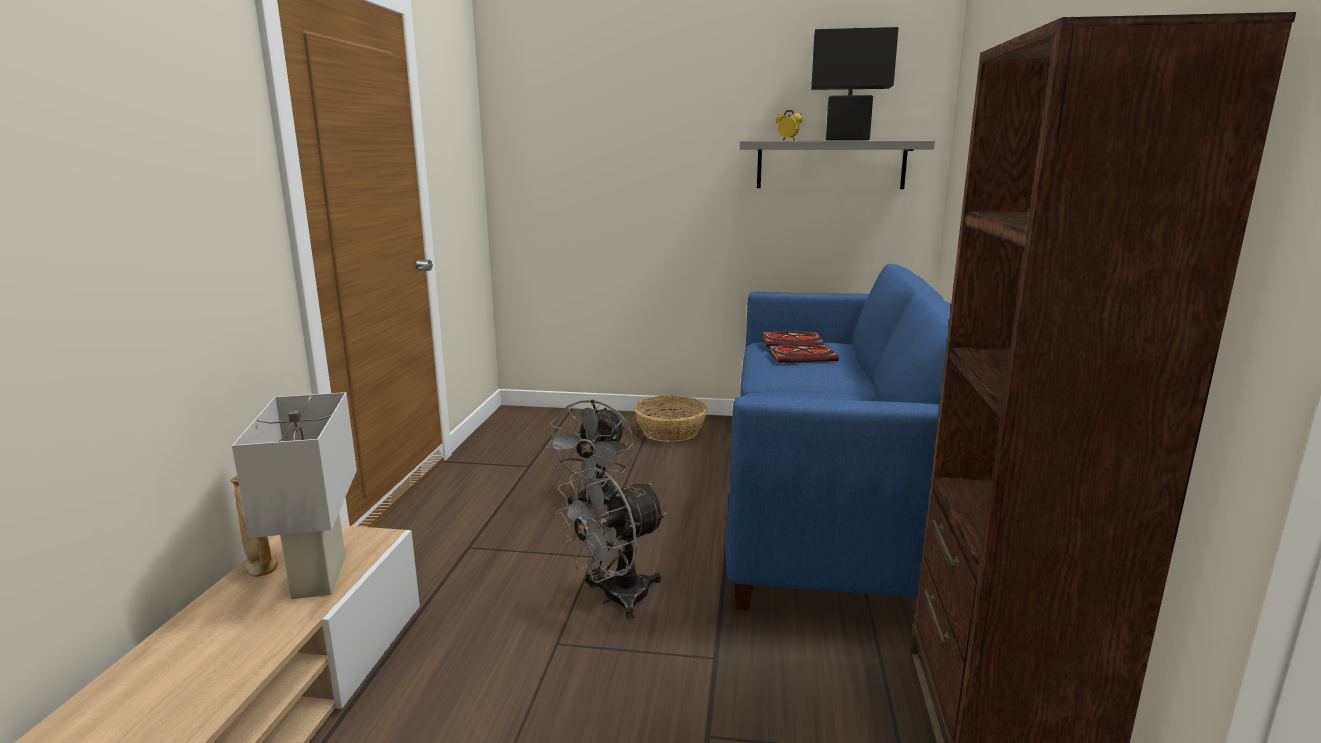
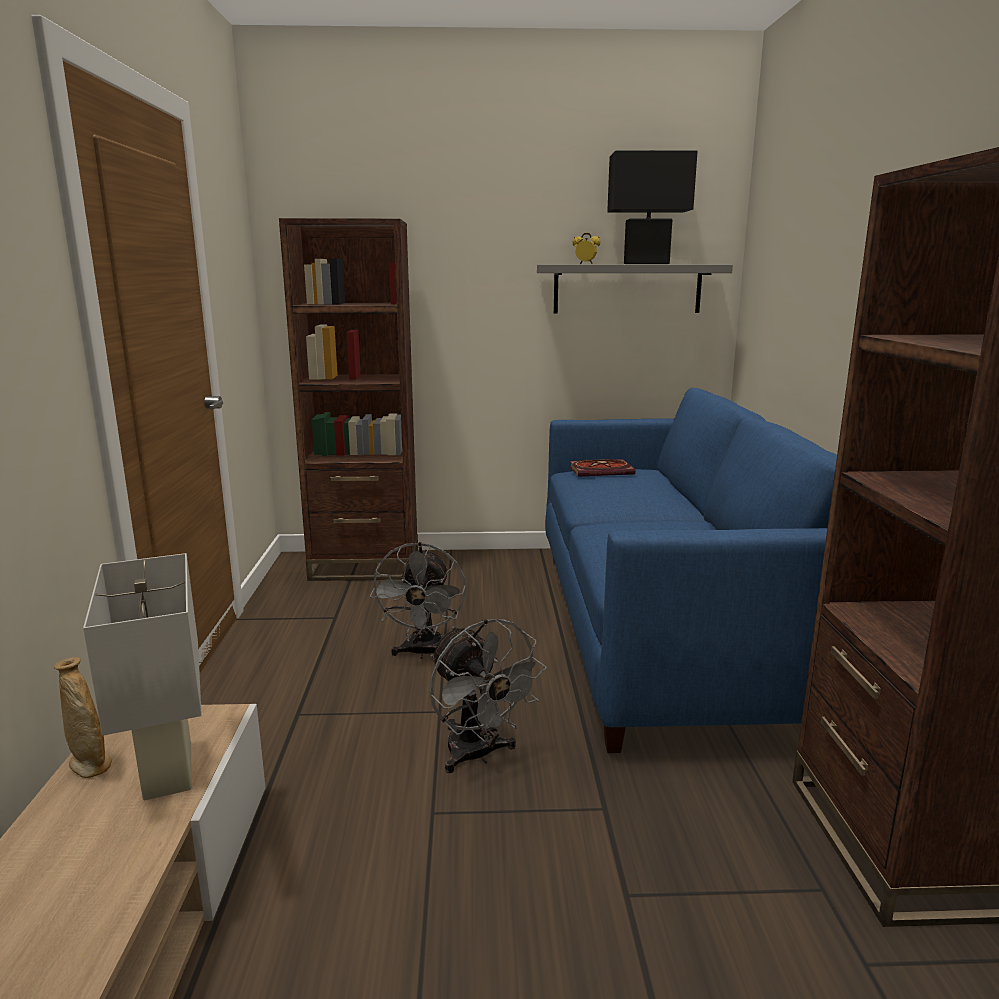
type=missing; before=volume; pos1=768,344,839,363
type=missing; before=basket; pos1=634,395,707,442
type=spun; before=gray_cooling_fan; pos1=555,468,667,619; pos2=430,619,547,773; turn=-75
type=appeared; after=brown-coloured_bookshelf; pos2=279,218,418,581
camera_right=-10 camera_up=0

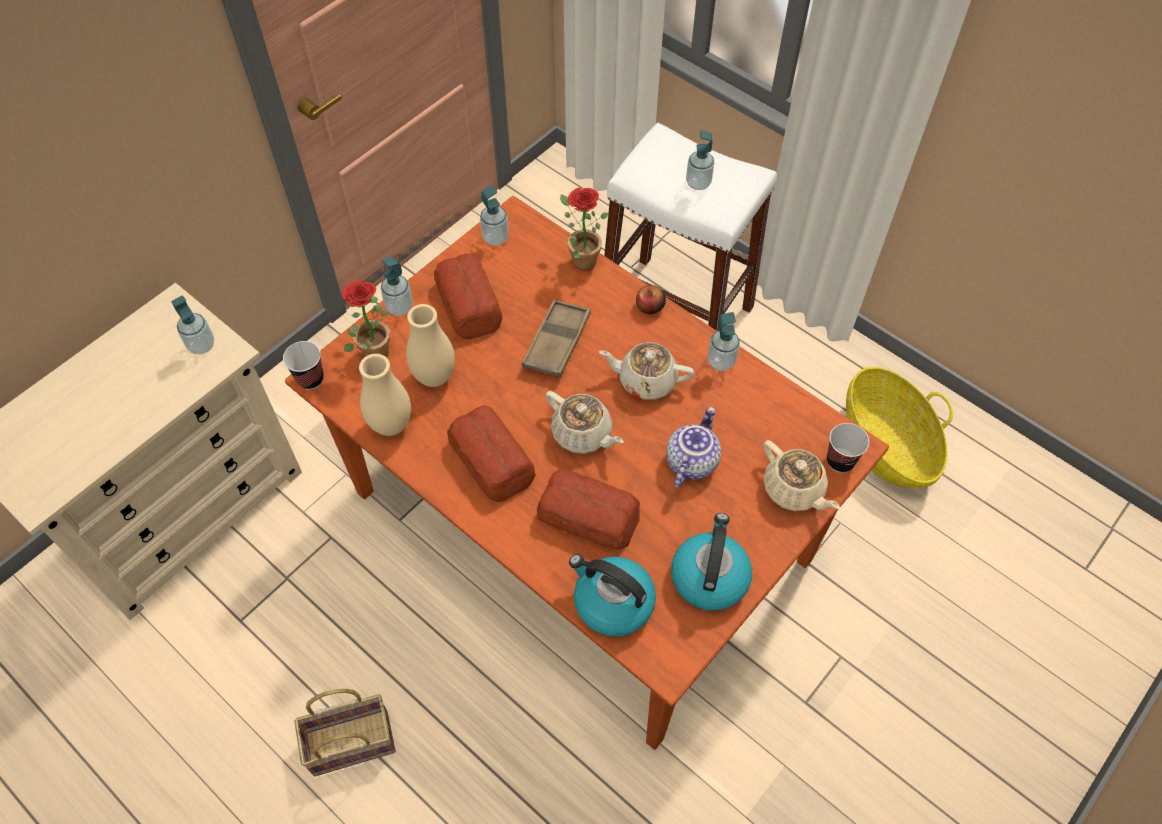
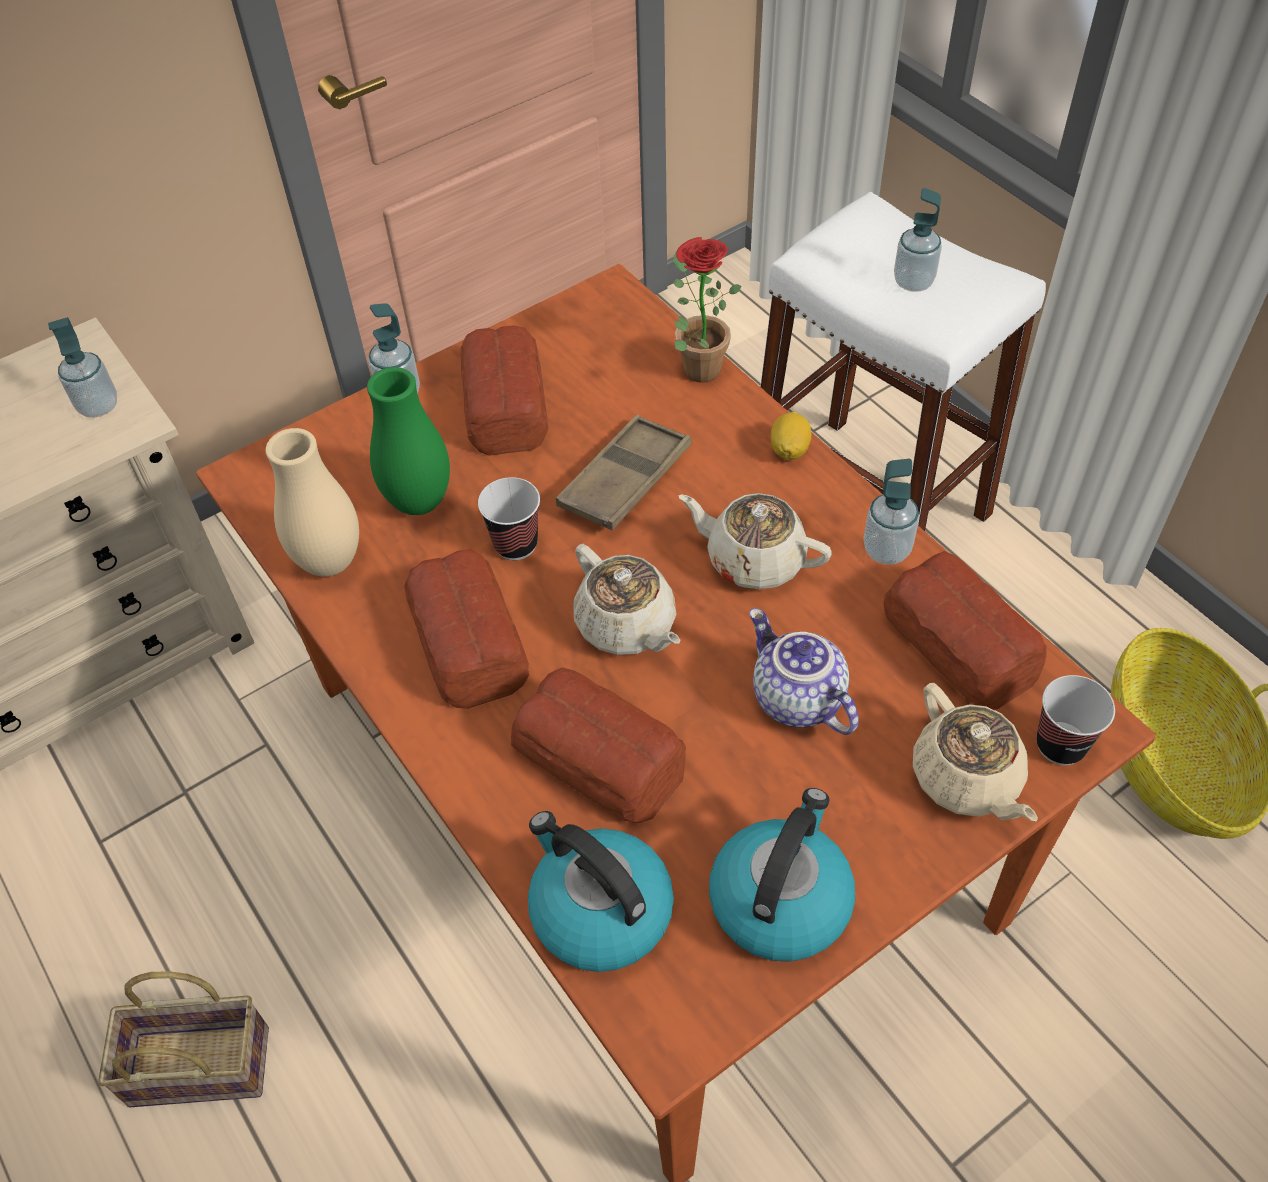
type=missing; before=liquid_soap_bottle; pos1=480,185,509,246
type=missing; before=houseplant; pos1=342,279,390,358
type=exchanged; before=apple_fruit; after=lemon; pos1=636,285,666,314; pos2=771,411,812,459
type=colour; before=beige-coloured_decorative_vase; after=green_decorative_vase; pos1=406,304,455,387; pos2=367,367,450,515
type=relocated; before=small_cup; pos1=283,341,324,390; pos2=478,477,540,560
type=spun; before=tea_pot; pos1=666,407,721,488; pos2=749,608,859,735; turn=-75
type=appeared; after=bakery_bread; pos2=884,551,1047,710
camera_right=15 camera_up=-5

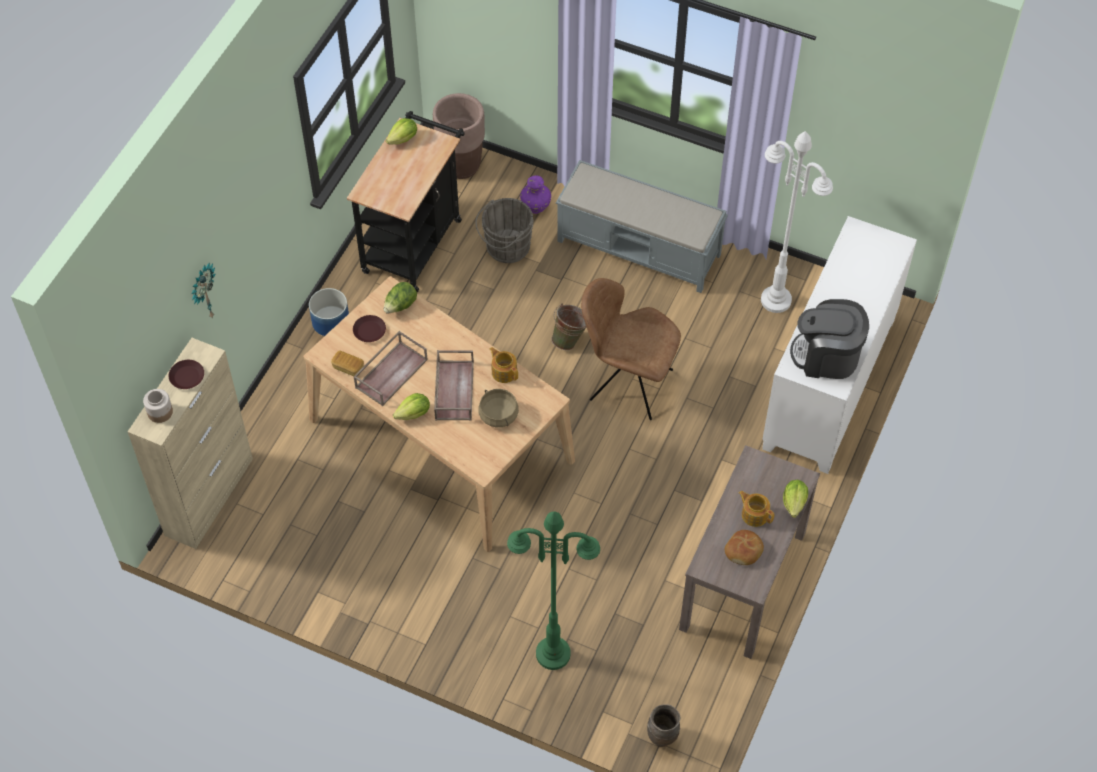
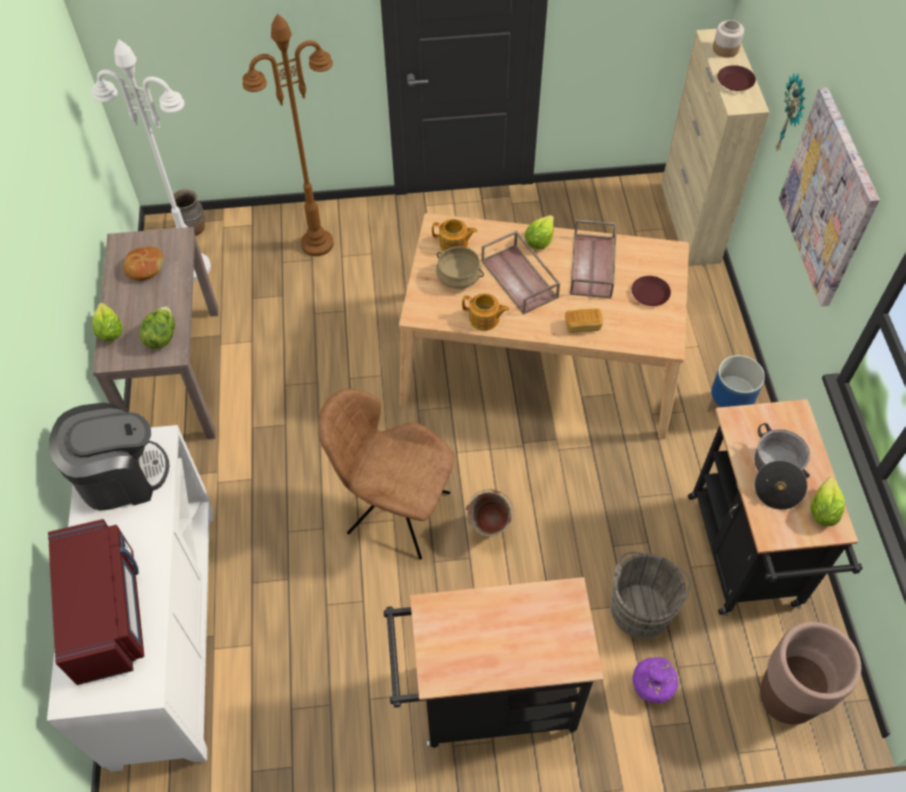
type=relocated; before=white-coloured_standard_lamp; pos1=761,131,833,313; pos2=92,40,211,280
type=exchanged; before=gray_bench; after=black_trolley; pos1=556,160,728,293; pos2=384,577,604,748
type=spun; before=brown-coloured_plain_chair; pos1=581,278,681,420; pos2=318,389,454,560; turn=-150
type=relocated; before=lettuce; pos1=384,282,417,313; pos2=139,306,175,349
type=relocated; before=bakery_bread; pos1=331,351,364,377; pos2=565,308,603,333
type=relocated; before=tea_pot; pos1=739,491,774,527; pos2=432,219,477,251
type=colour; before=green_standard_lamp; after=brown-coloured_standard_lamp; pos1=507,511,600,670; pos2=242,14,334,256
type=appeared; after=wall_picture; pos2=779,88,880,306
type=appeared; after=cooking_pot; pos2=754,423,810,510
type=appeared; after=red-coloured_kitchen_microwave; pos2=48,519,144,685
camera_right=150 camera_up=0

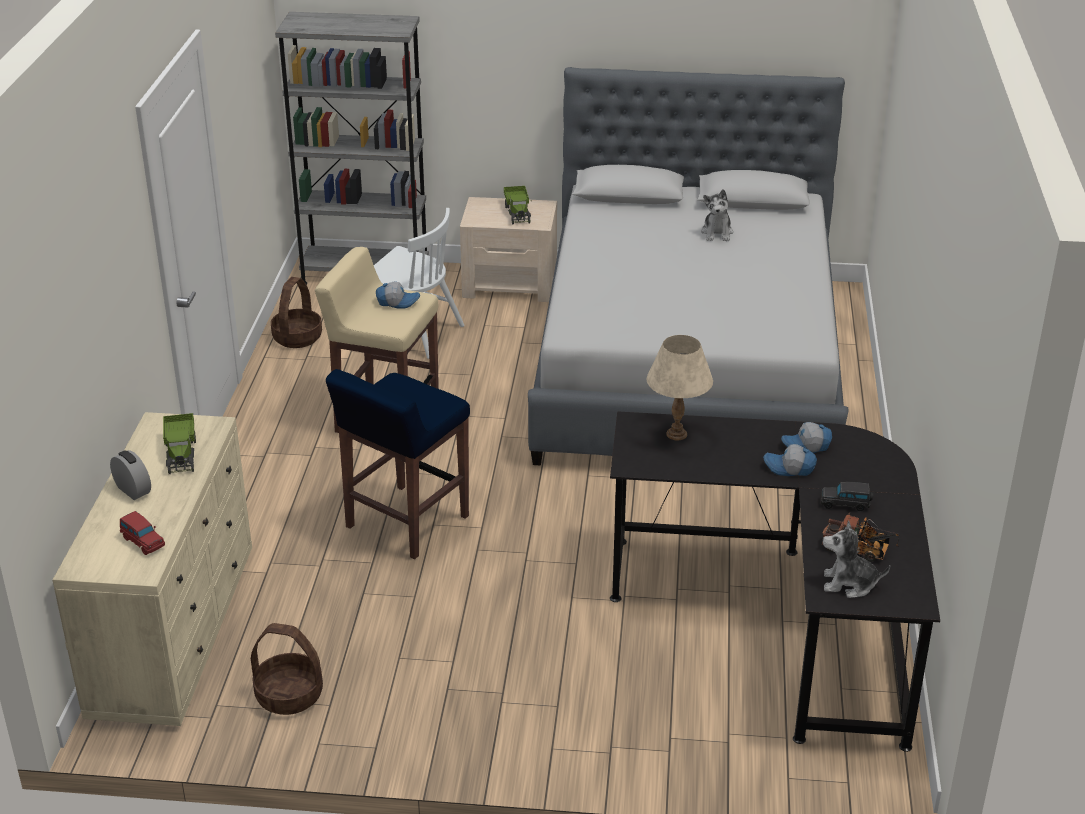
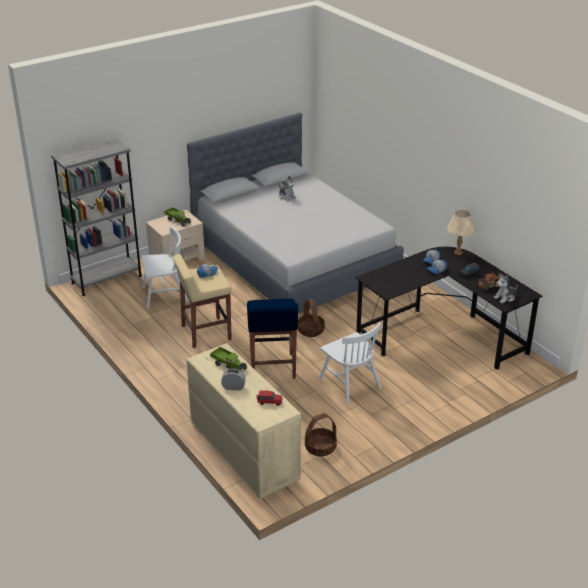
type=relocated; before=basket; pos1=271,277,322,348; pos2=298,299,325,337
type=relocated; before=beige-coloured_lamp_for_a_table; pos1=647,335,713,441; pos2=447,210,475,255
type=appeared; after=white-coloured_plain_chair; pos2=319,322,381,404
camera_right=-40 camera_up=0

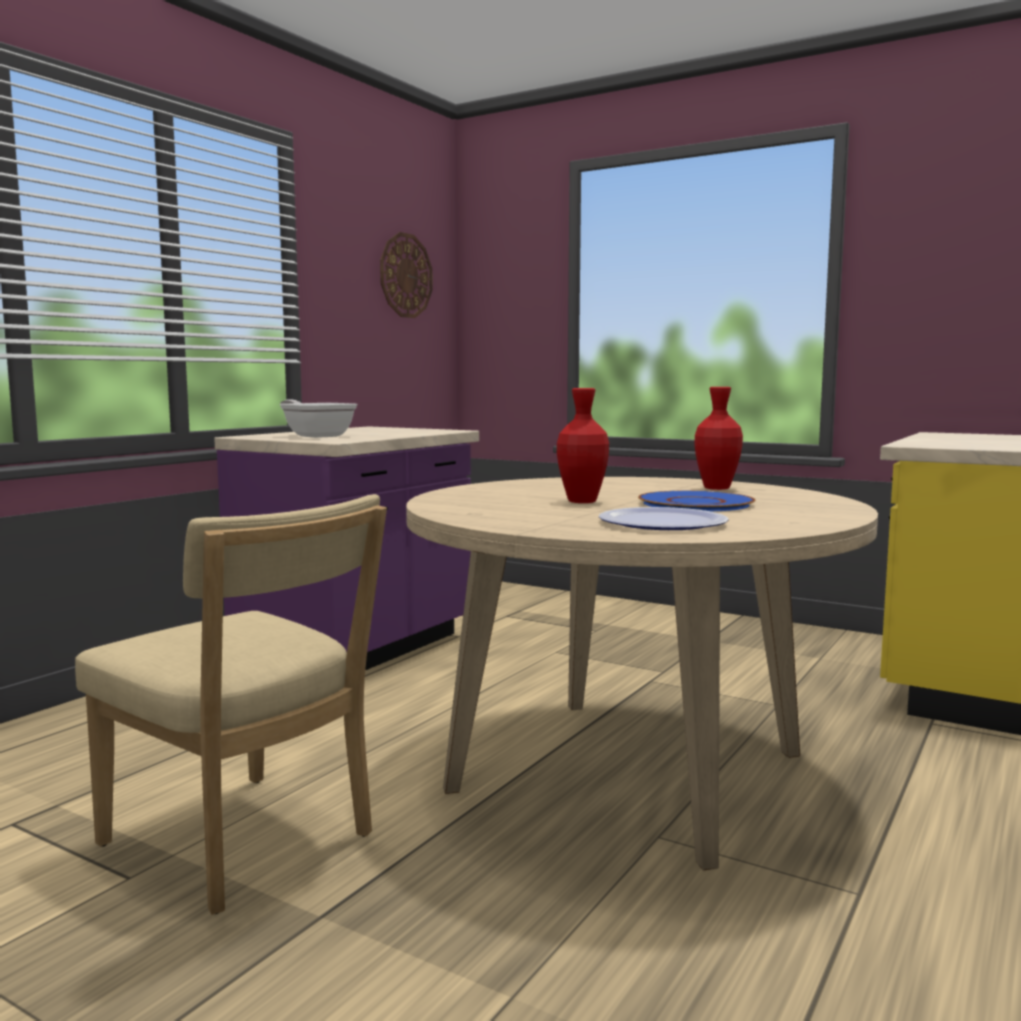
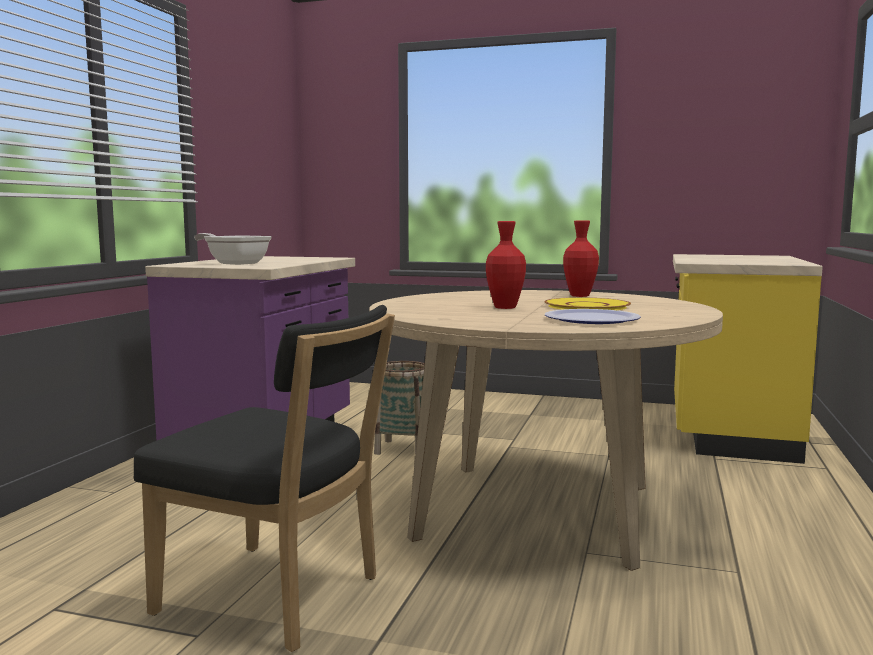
type=missing; before=hanging_clock; pos1=380,232,433,318
type=colour; before=bluish_plate; after=yellow_plate; pos1=638,491,755,511; pos2=544,297,631,310
type=colour; before=beige-coloured_plain_chair; after=black_plain_chair; pos1=75,494,387,915; pos2=134,305,395,652
type=appeared; after=basket; pos2=374,361,425,455
camera_right=-15 camera_up=0

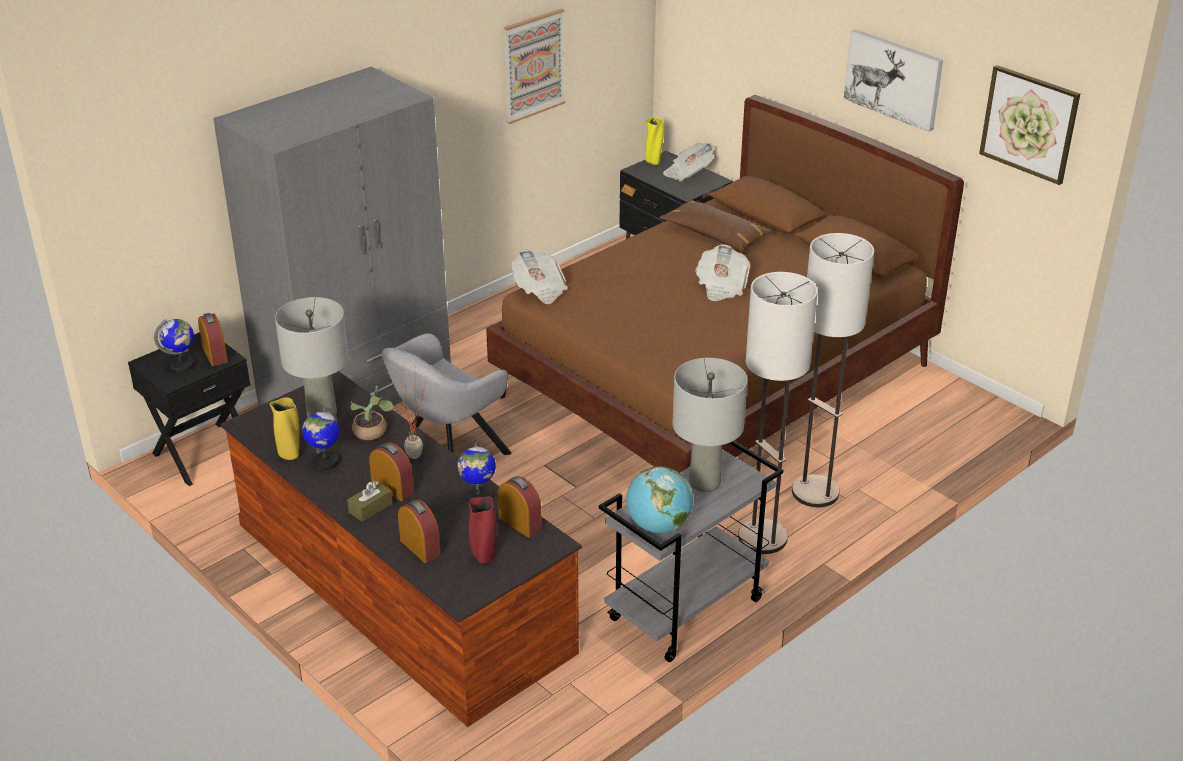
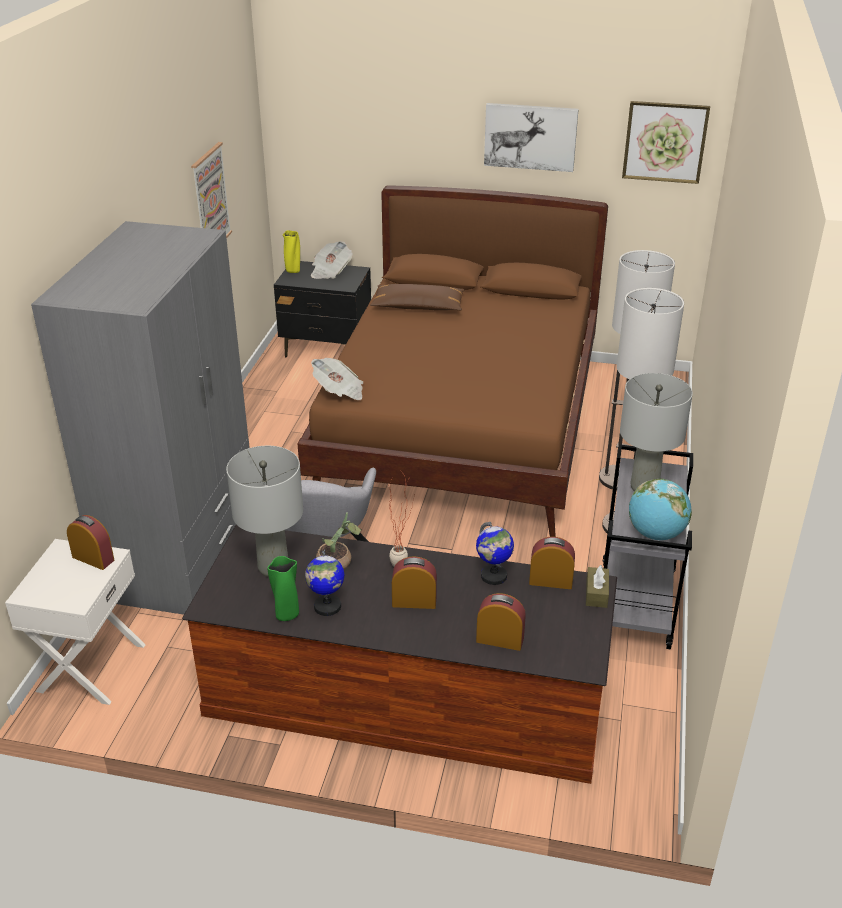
type=missing; before=printed_paper; pos1=695,245,750,301
type=missing; before=world_globe; pos1=154,319,194,372
type=colour; before=black_nightstand; after=white-coloured_nightstand; pos1=128,332,250,486; pos2=5,539,146,705
type=colour; before=yellow_decorative_vase; after=green_decorative_vase; pos1=270,397,299,460; pos2=268,556,299,621
type=relocated; before=brown-coloured_box_of_tissues; pos1=347,481,393,522; pos2=586,565,609,608
type=missing; before=red-coloured_decorative_vase; pos1=468,497,497,564
camera_right=-35 camera_up=0

